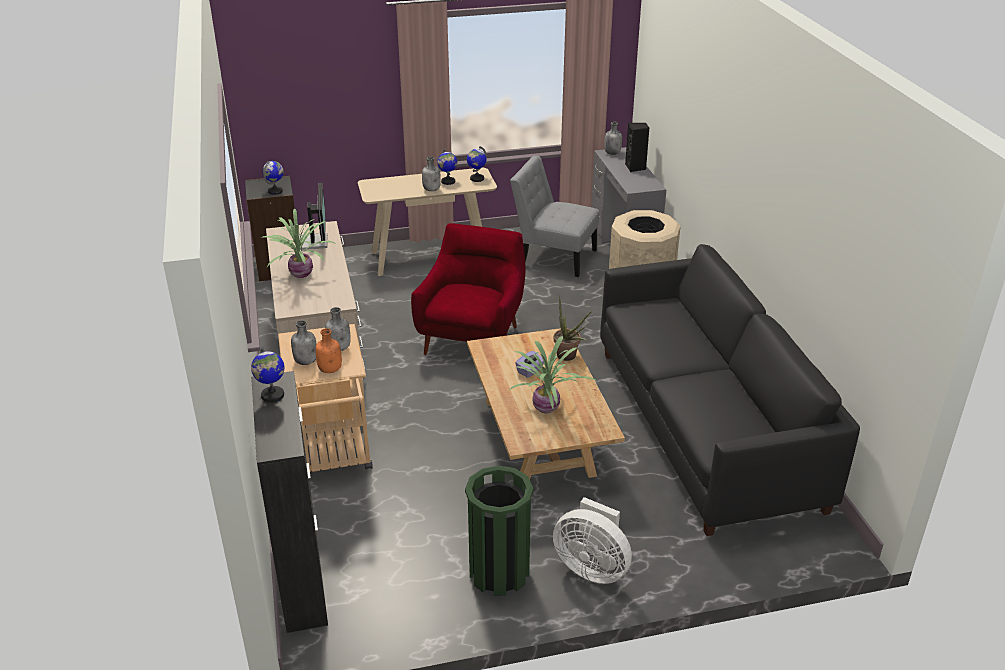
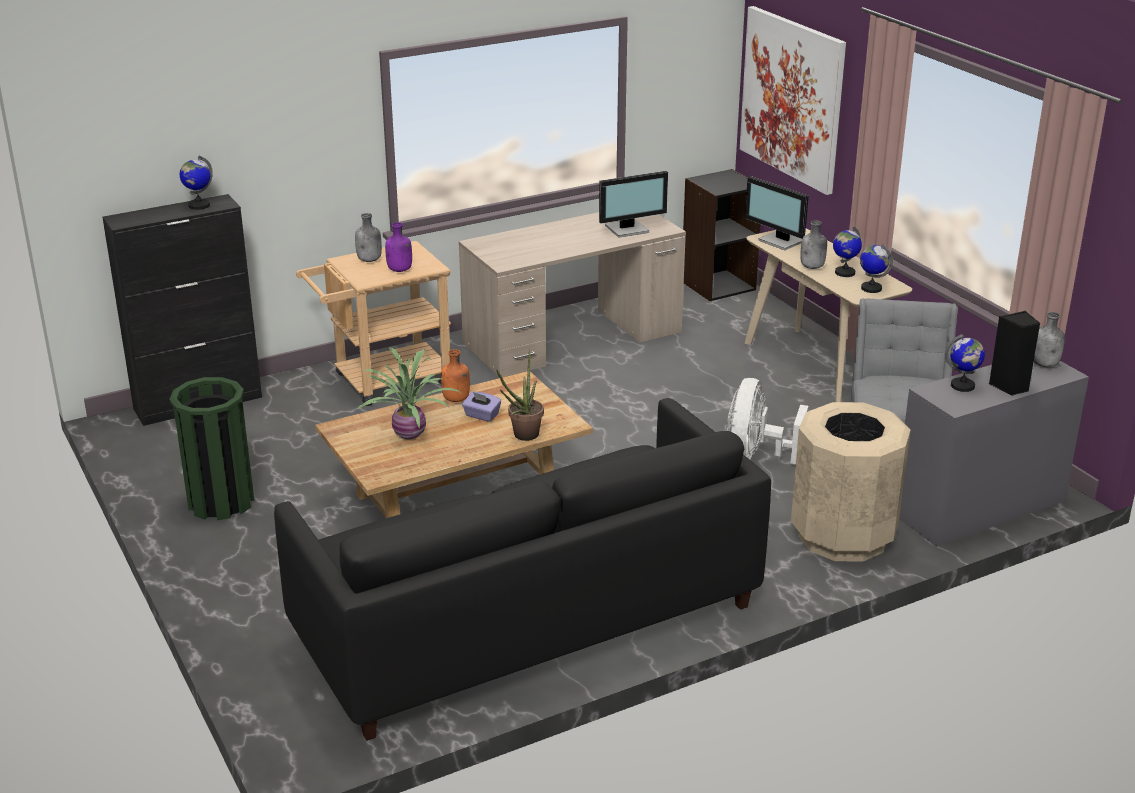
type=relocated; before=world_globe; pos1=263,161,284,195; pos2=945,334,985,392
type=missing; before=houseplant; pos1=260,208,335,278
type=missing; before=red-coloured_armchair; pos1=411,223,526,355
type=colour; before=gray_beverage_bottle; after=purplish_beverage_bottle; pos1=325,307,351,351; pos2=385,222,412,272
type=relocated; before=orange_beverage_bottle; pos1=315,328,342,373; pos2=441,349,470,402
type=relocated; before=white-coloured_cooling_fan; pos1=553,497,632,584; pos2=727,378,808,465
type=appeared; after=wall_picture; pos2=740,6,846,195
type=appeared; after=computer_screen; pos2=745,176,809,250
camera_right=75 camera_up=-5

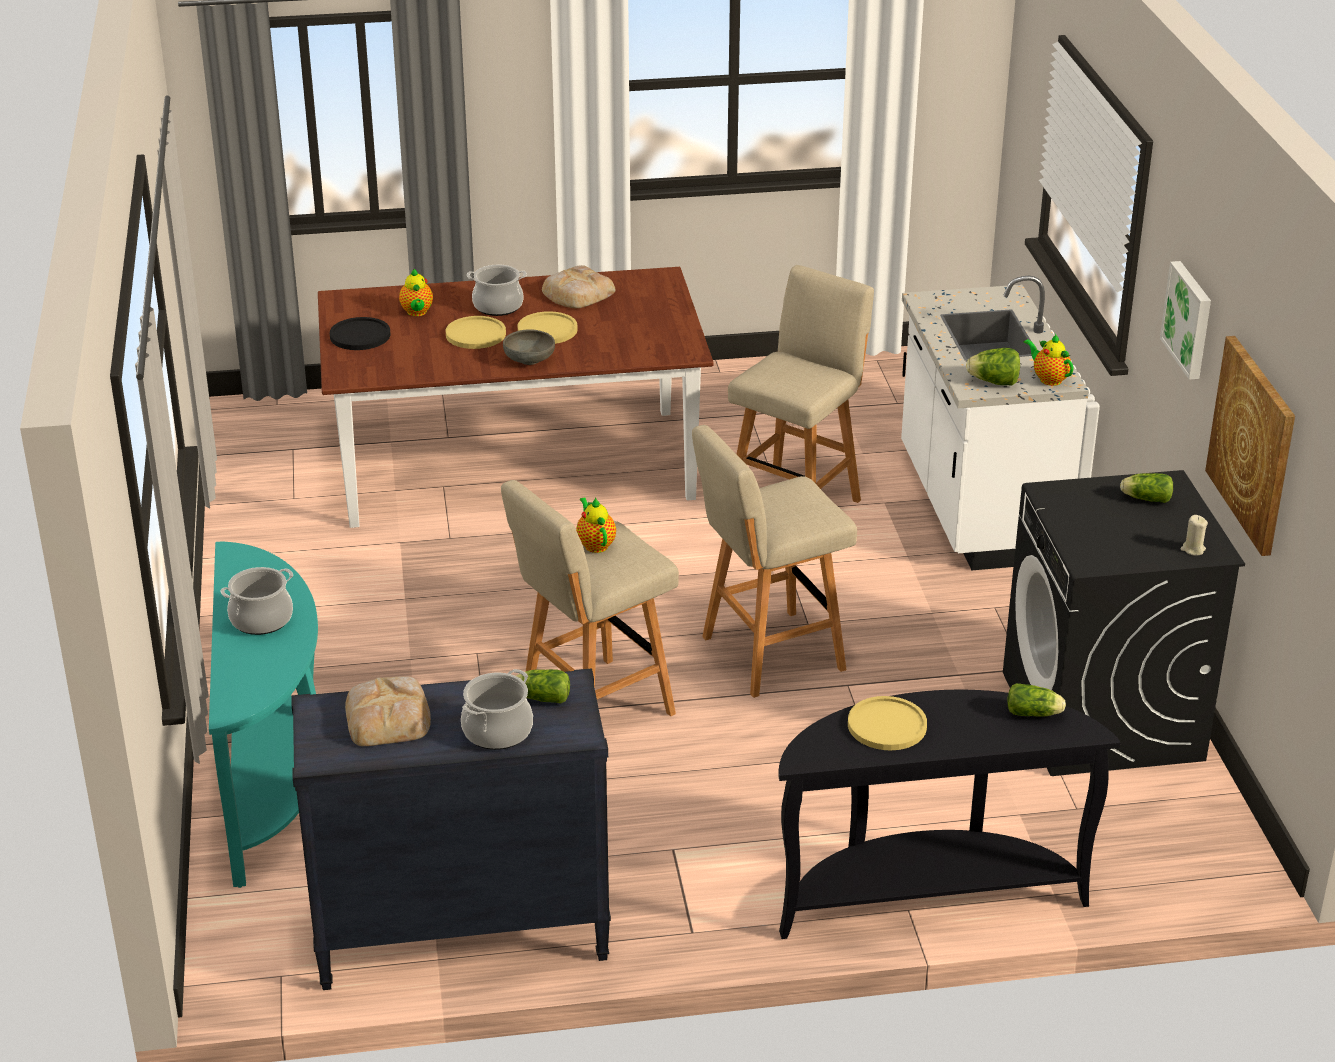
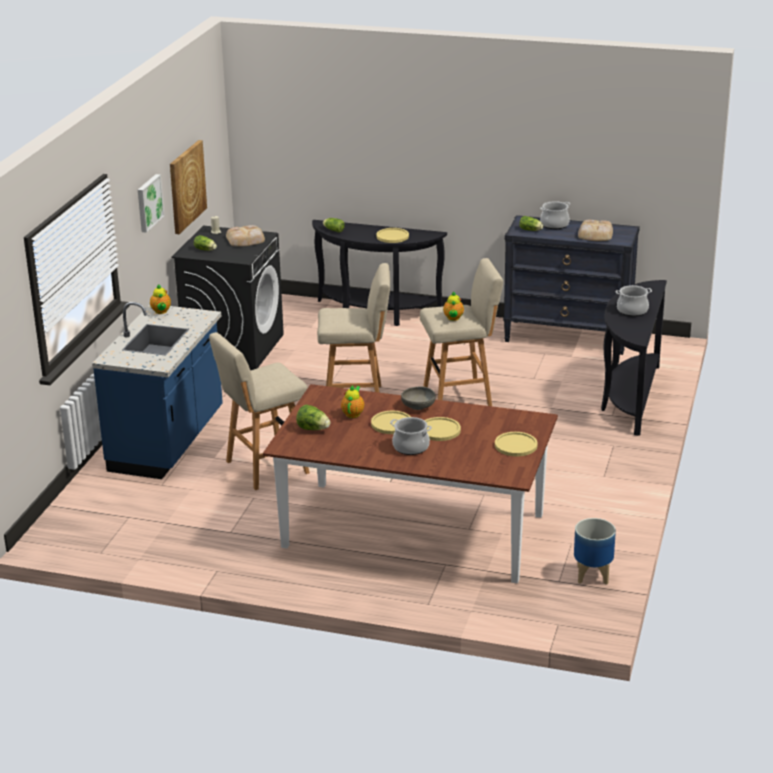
type=relocated; before=bakery_bread; pos1=542,265,616,308; pos2=226,225,265,247
type=relocated; before=tea_pot; pos1=399,269,433,316; pos2=341,385,364,418
type=colour; before=white-coloured_kitchen_counter; after=bluish_kitchen_counter; pos1=901,276,1089,570; pos2=92,302,223,479
type=colour; before=black_plate; after=yellow_plate; pos1=330,317,390,350; pos2=495,432,538,456
type=relocated; before=lettuce; pos1=966,348,1020,385; pos2=296,404,330,430
type=colour; before=blue-green_hall_table; after=black_hall_table; pos1=209,542,318,888; pos2=601,280,667,436
type=appeared; after=plant_pot; pos2=574,518,616,585
camera_right=-155 camera_up=-5

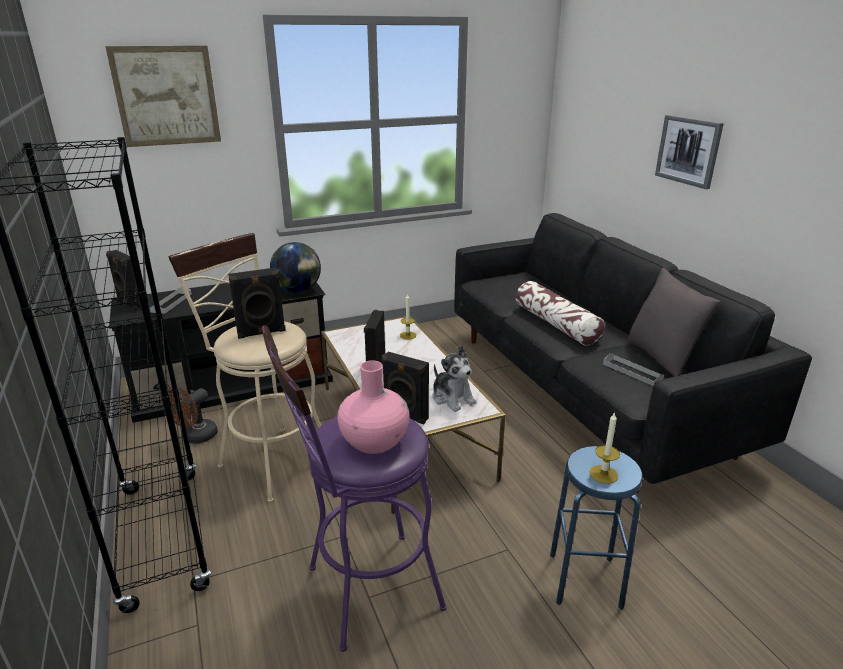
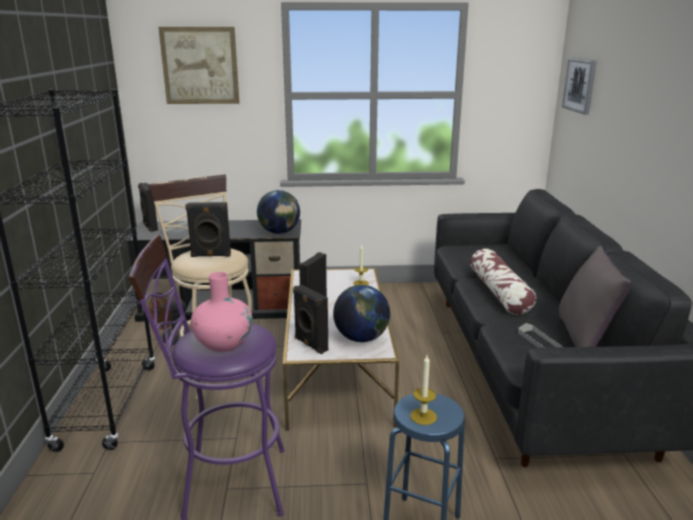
type=relocated; before=wall_picture; pos1=655,115,724,189; pos2=562,58,597,115
type=exchanged; before=soft_toy; after=world_globe; pos1=433,346,476,412; pos2=333,285,390,342
camera_right=20 camera_up=-5

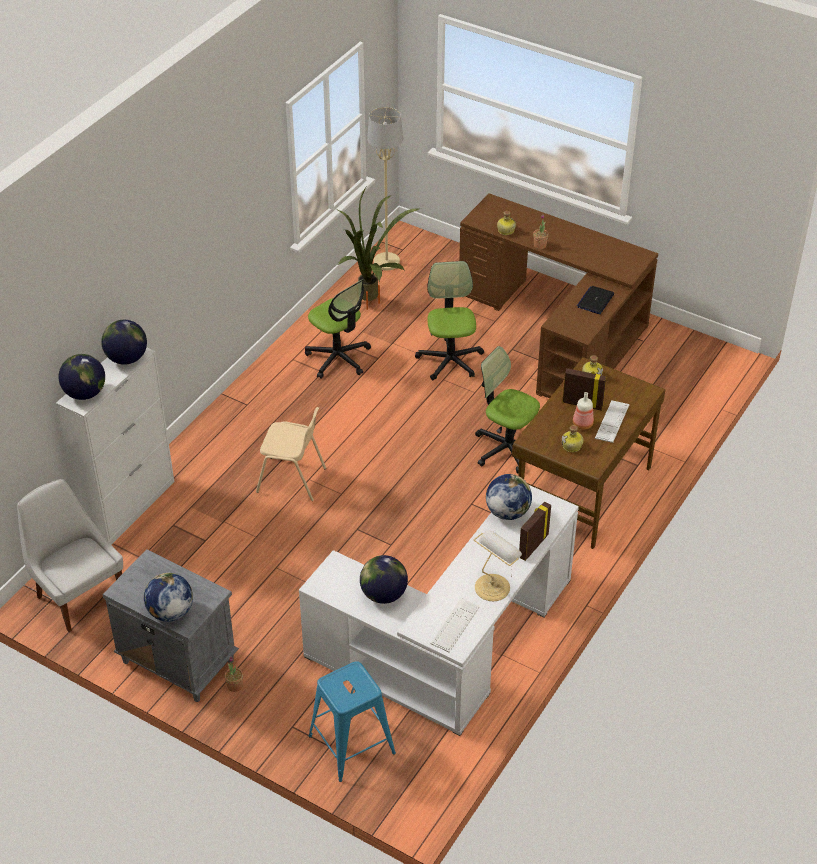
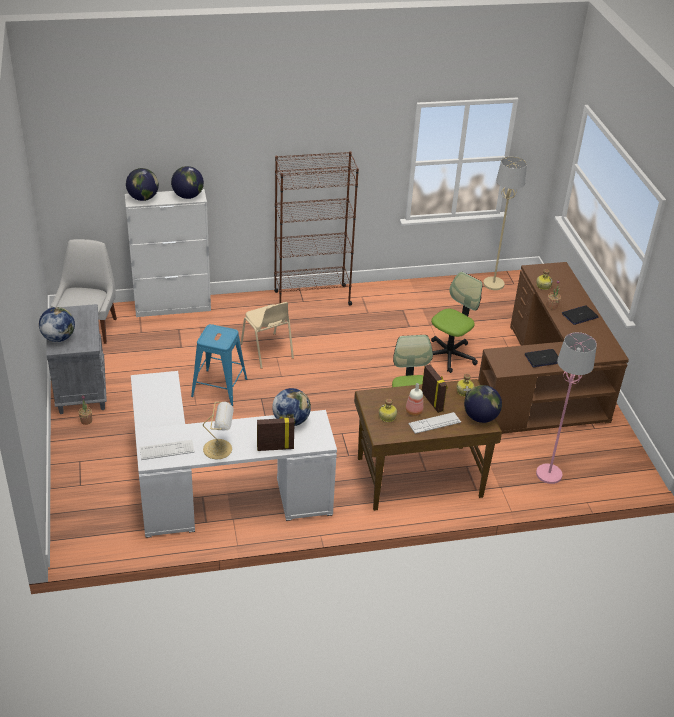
type=missing; before=houseplant; pos1=337,187,421,310
type=missing; before=computer_chair; pos1=305,279,371,379
type=relocated; before=world_globe; pos1=360,555,408,604; pos2=464,385,502,423
type=relocated; before=bluish_stool_seat; pos1=309,661,396,782; pos2=191,324,247,406
type=appeared; after=brown-coloured_bookshelf; pos2=274,151,359,306
type=appeared; after=notebook_computer; pos2=562,306,598,325
type=appeared; after=pink-coloured_standard_lamp; pos2=536,332,597,484
camera_right=45 camera_up=-5

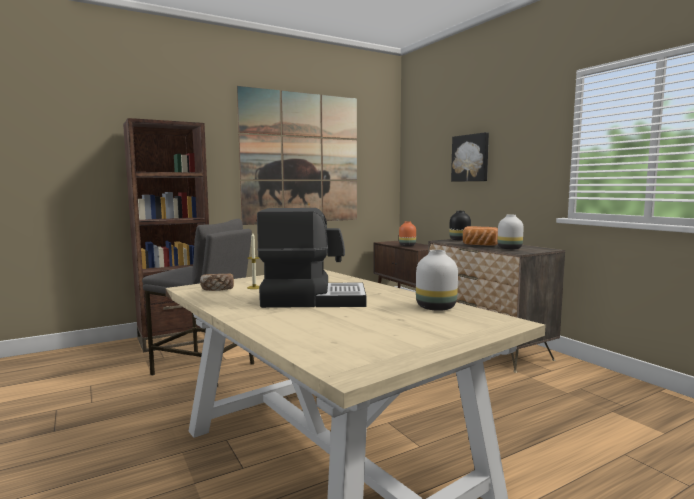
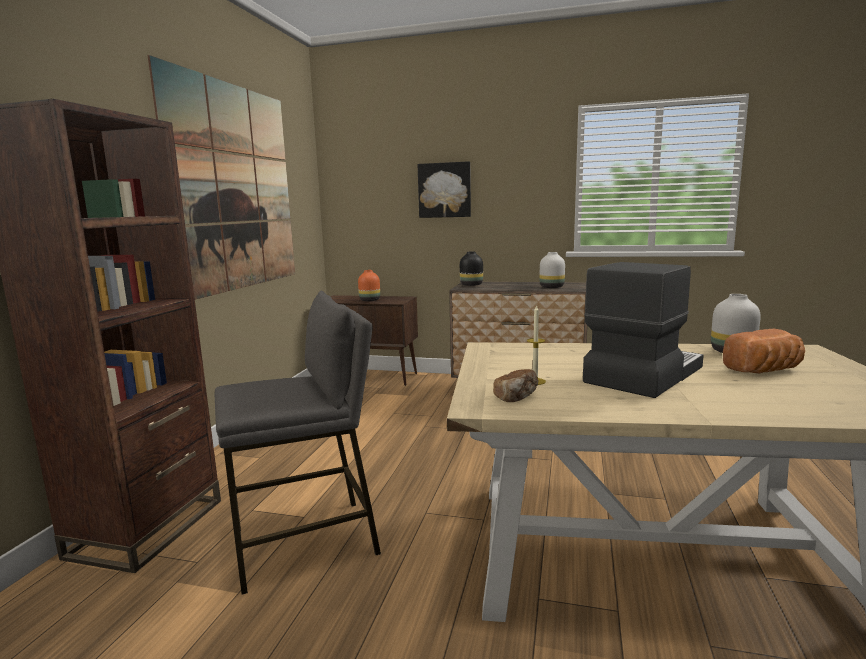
type=relocated; before=bakery_bread; pos1=463,226,498,246; pos2=723,329,805,374
camera_right=-45 camera_up=5

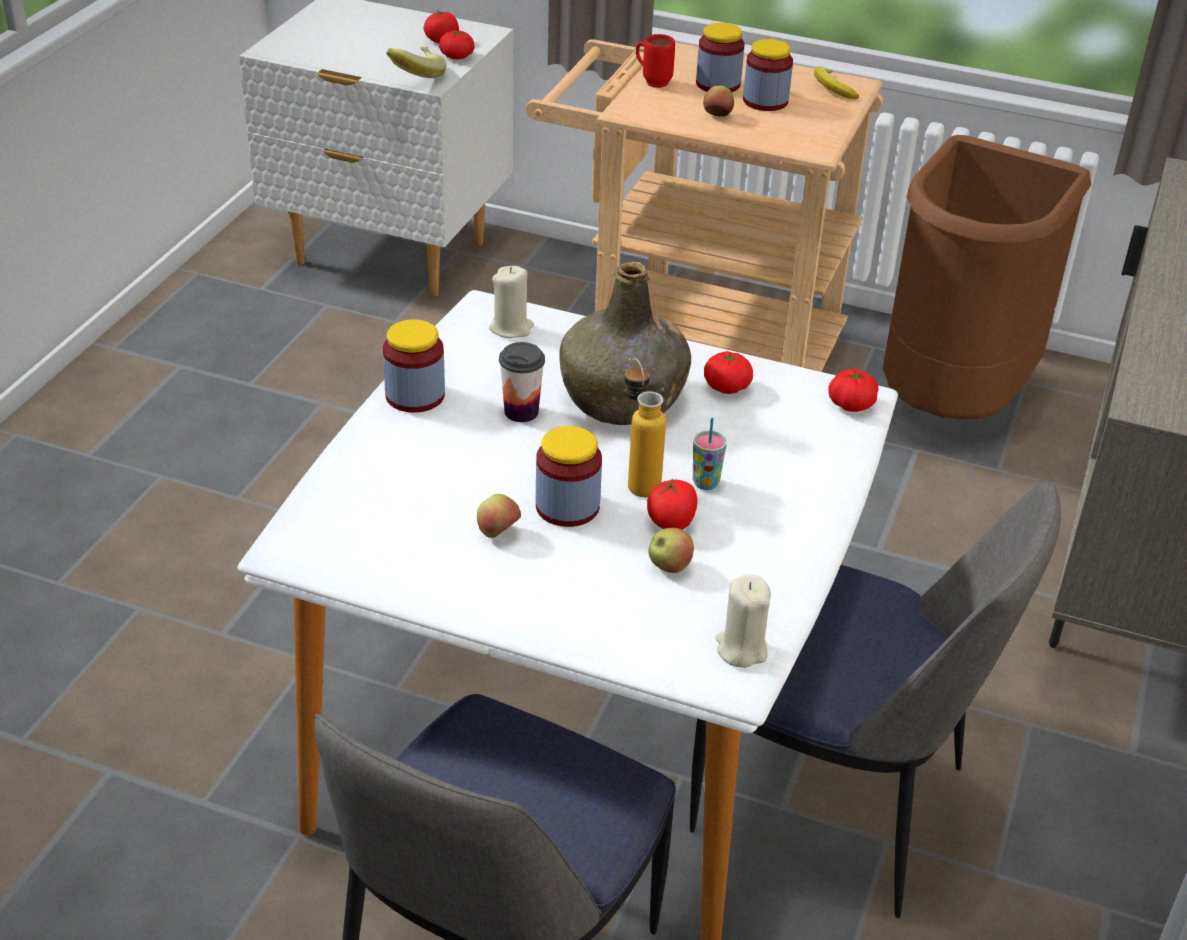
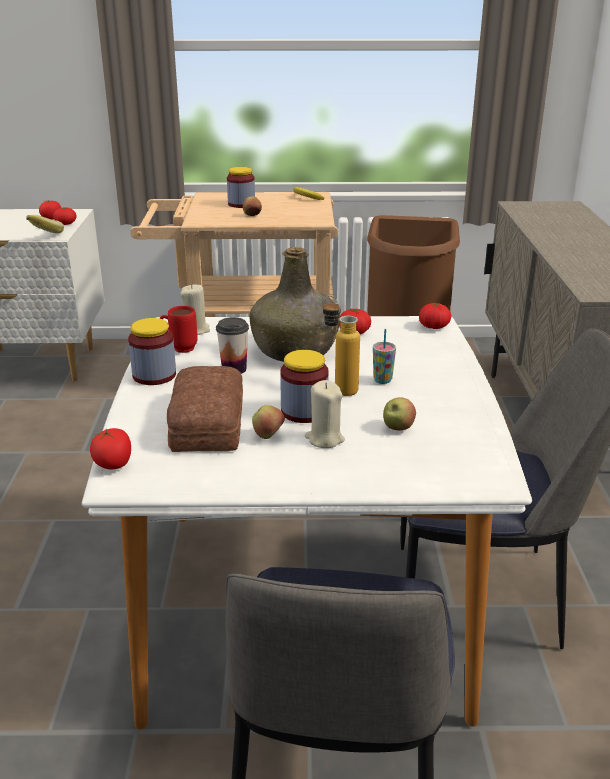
type=relocated; before=red-coloured_tea_mug; pos1=636,34,675,88; pos2=160,306,198,353
type=missing; before=preserve_jar; pos1=743,39,793,111
type=relocated; before=tomato; pos1=647,479,698,530; pos2=90,428,131,469
type=relocated; before=beige-coloured_candle; pos1=715,574,771,668; pos2=305,380,345,448
type=appeared; after=bakery_bread; pos2=167,366,243,452
camera_right=-20 camera_up=-10

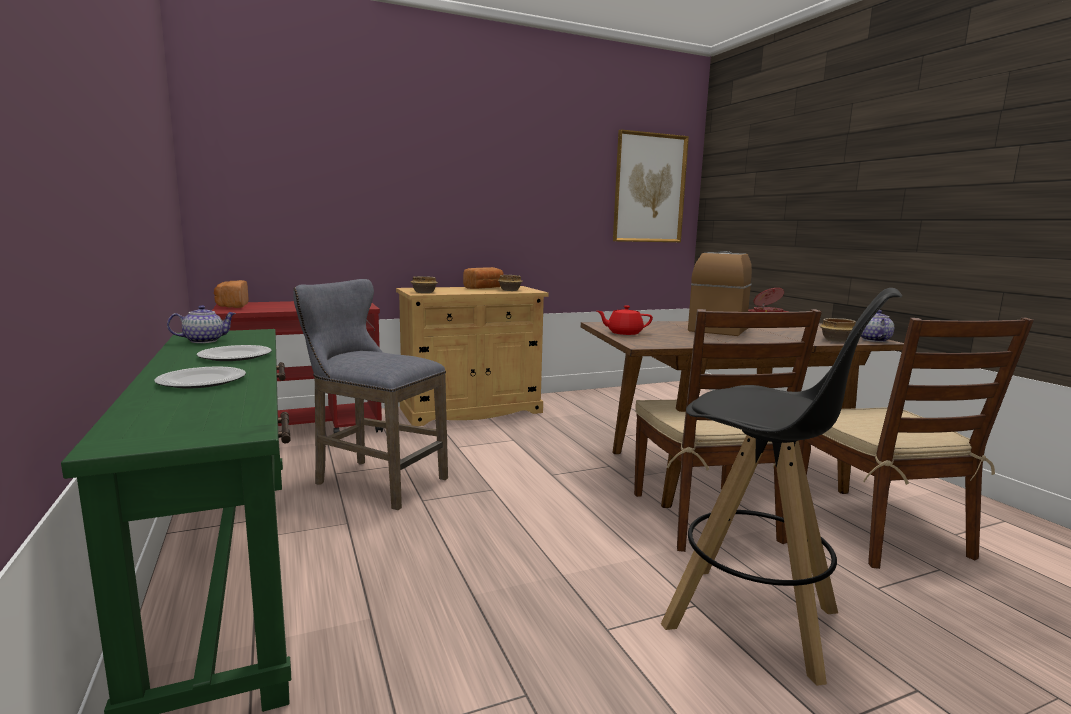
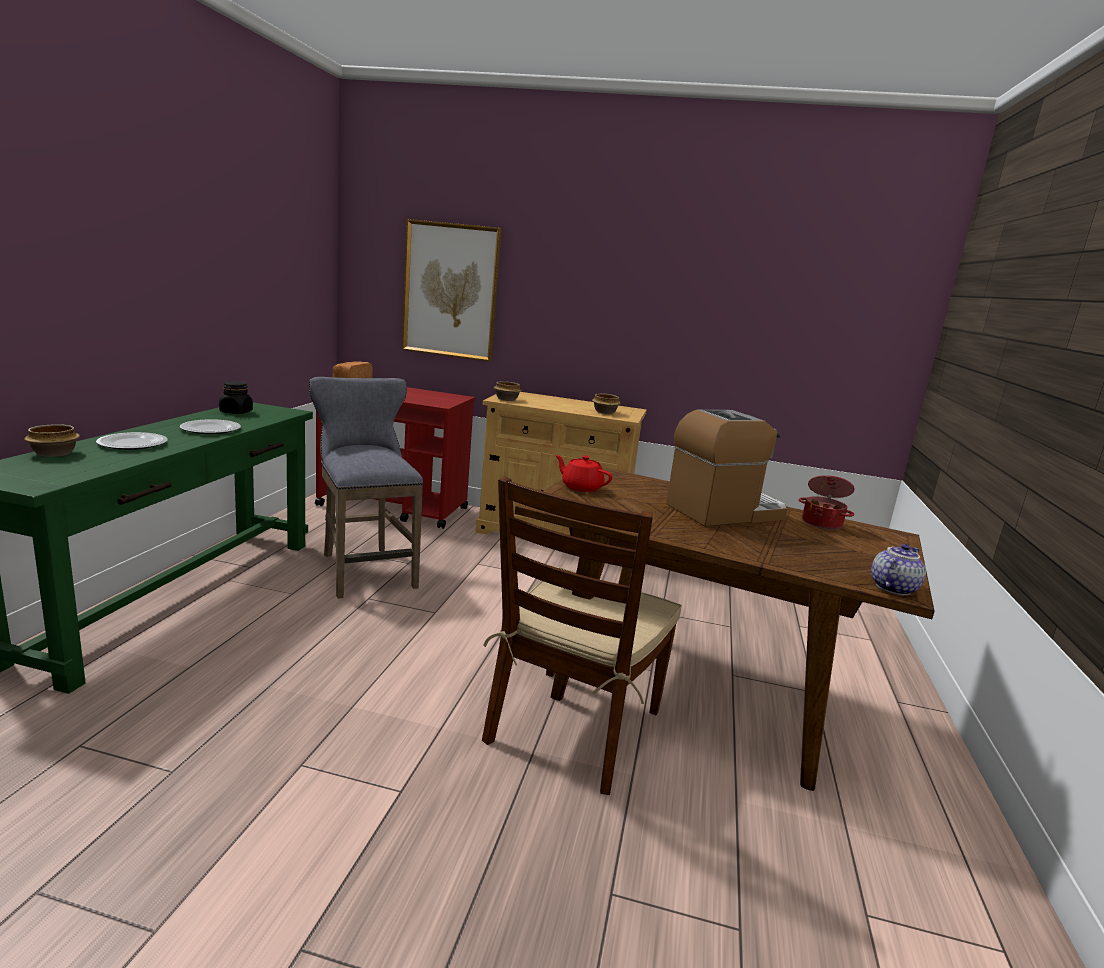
type=relocated; before=wall_picture; pos1=613,129,689,242; pos2=402,219,502,362
type=missing; before=bakery_bread; pos1=463,267,504,289
type=missing; before=black_stool_seat; pos1=661,288,902,686
type=exchanged; before=tea_pot; after=black_preserve_jar; pos1=167,305,236,343; pos2=219,381,253,414
type=missing; before=brown-coloured_plain_chair; pos1=798,318,1034,569
type=relocated; before=serving_bowl; pos1=820,318,856,342; pos2=24,424,80,457
camera_right=35 camera_up=5

